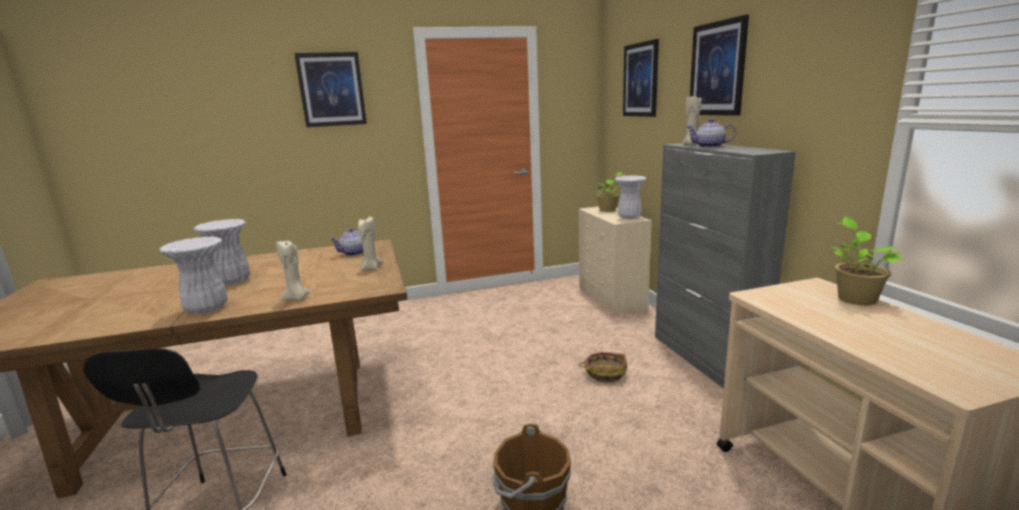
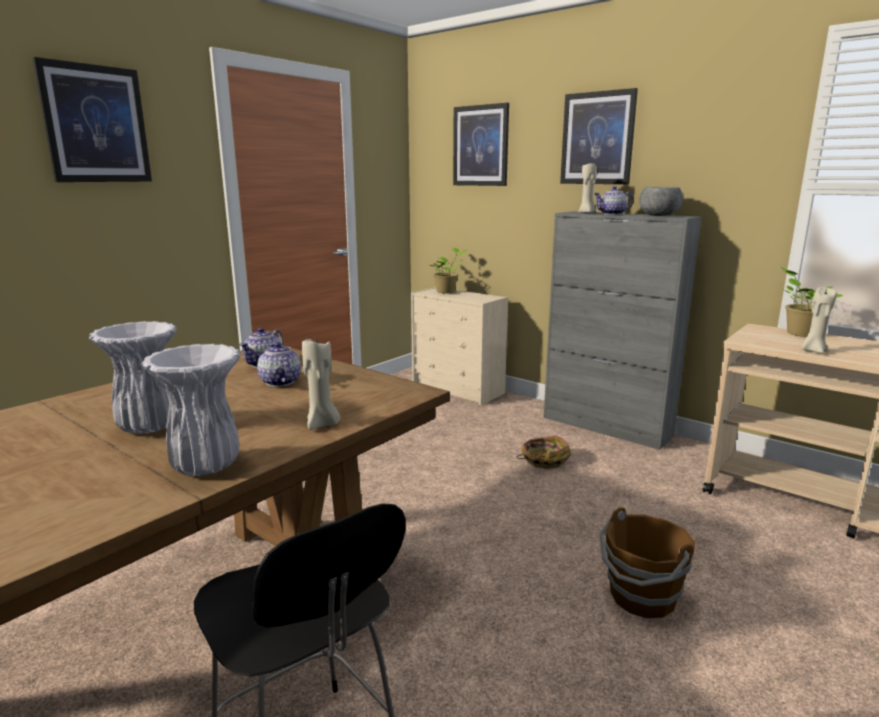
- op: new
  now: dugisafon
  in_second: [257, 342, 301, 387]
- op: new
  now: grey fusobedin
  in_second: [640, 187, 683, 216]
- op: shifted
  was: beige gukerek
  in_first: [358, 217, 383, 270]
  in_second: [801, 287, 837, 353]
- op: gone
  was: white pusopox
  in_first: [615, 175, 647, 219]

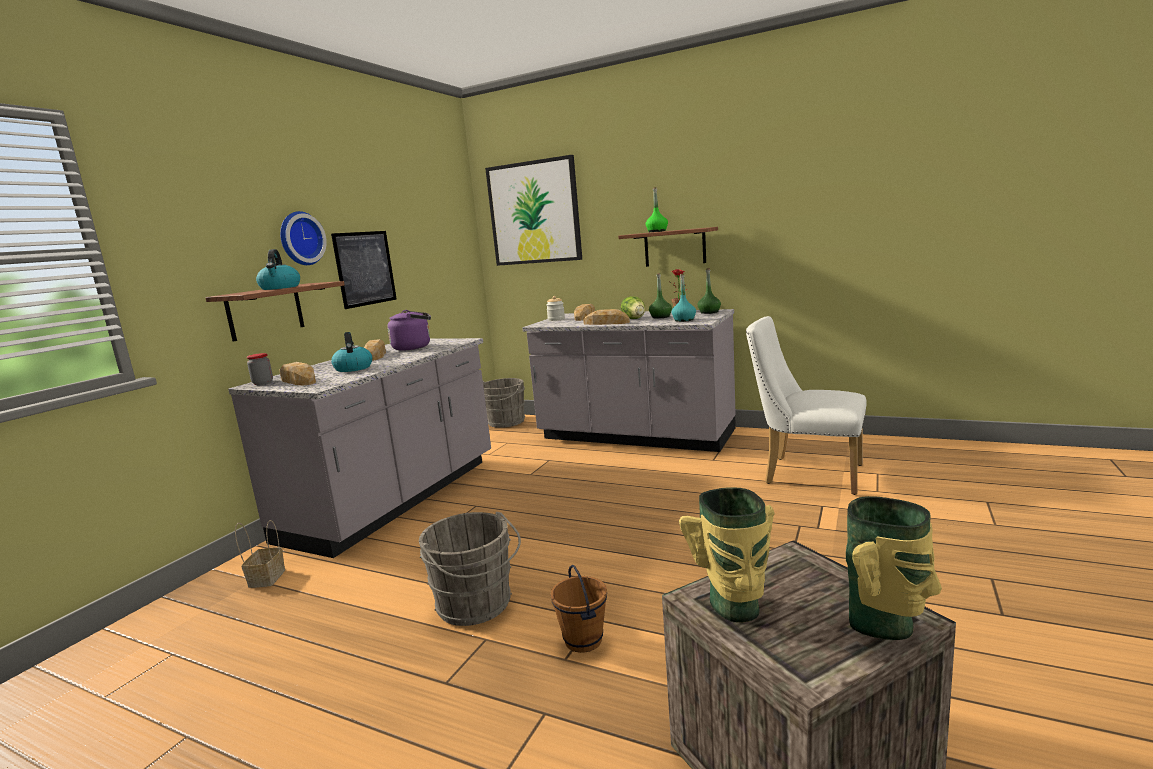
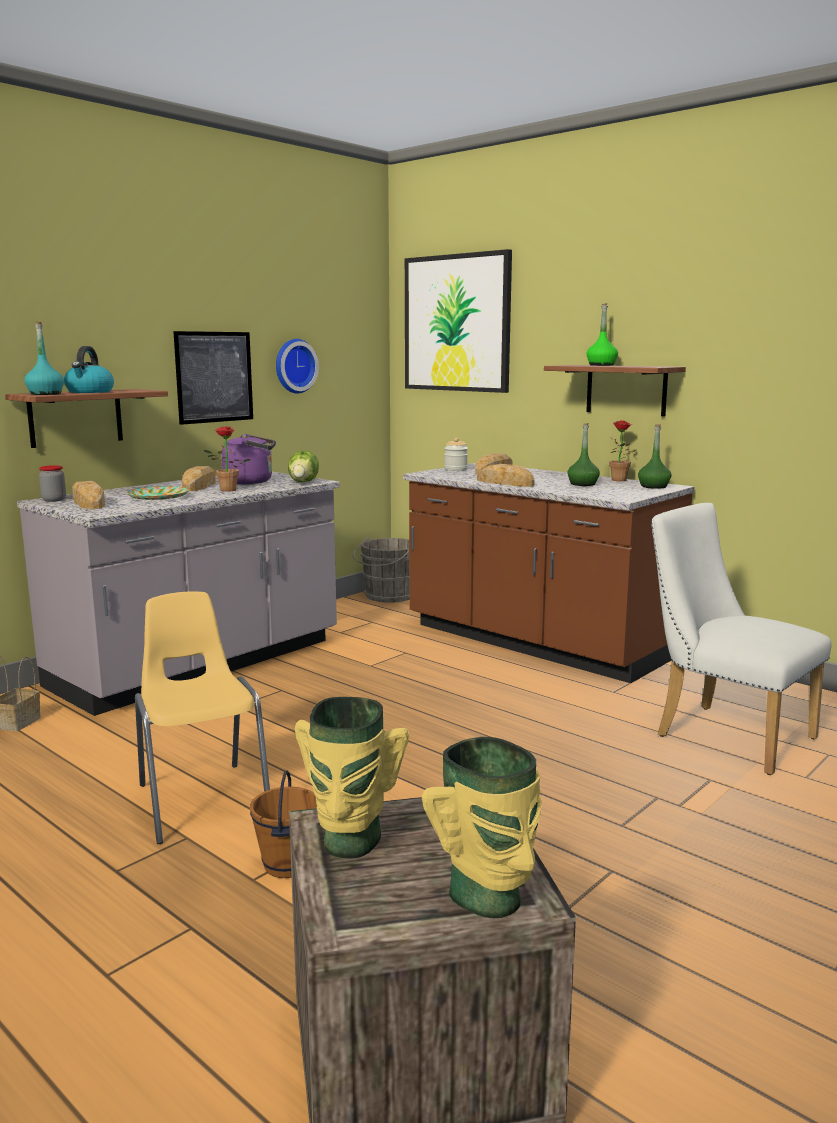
- op: shifted
  was: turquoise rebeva
  in_first: [672, 274, 696, 322]
  in_second: [24, 321, 64, 395]
- op: swapped
  was: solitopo
  now: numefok
  in_first: [331, 332, 372, 372]
  in_second: [127, 486, 189, 500]
- op: swapped
  was: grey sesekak
  now: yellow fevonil
  in_first: [419, 511, 521, 626]
  in_second: [135, 591, 270, 844]
- op: new
  now: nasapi
  in_second: [204, 426, 251, 492]
- op: shifted
  was: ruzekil
  in_first: [280, 211, 327, 265]
  in_second: [276, 339, 319, 394]
- op: shifted
  was: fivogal
  in_first: [621, 296, 645, 319]
  in_second: [288, 451, 319, 482]
- op: repainted
  was: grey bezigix
  now: brown bezigix
  in_first: [522, 309, 736, 452]
  in_second: [403, 463, 695, 683]

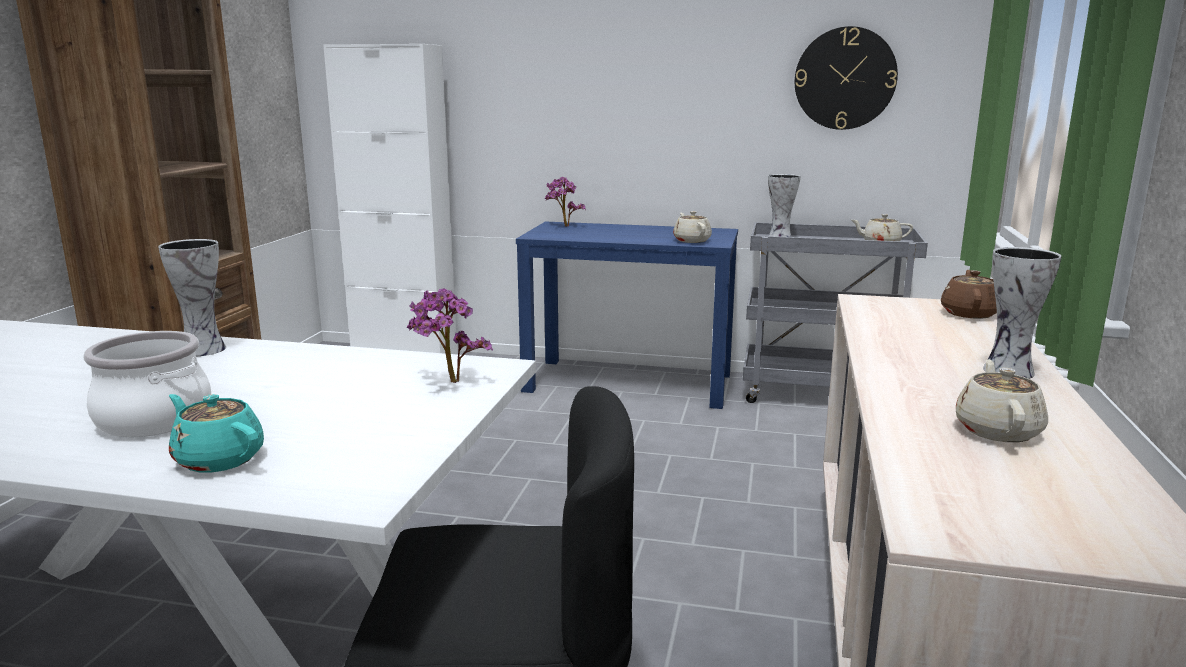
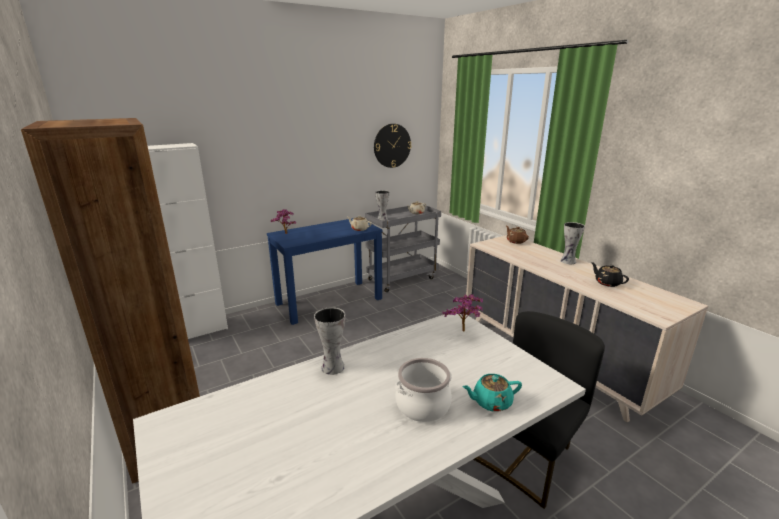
- op: repainted
  was: beige dugisafon
  now: black dugisafon
  in_first: [956, 359, 1048, 442]
  in_second: [591, 262, 629, 287]

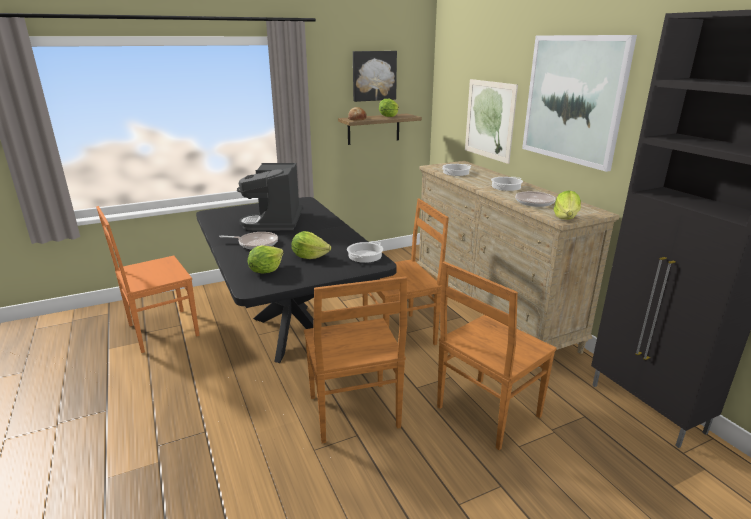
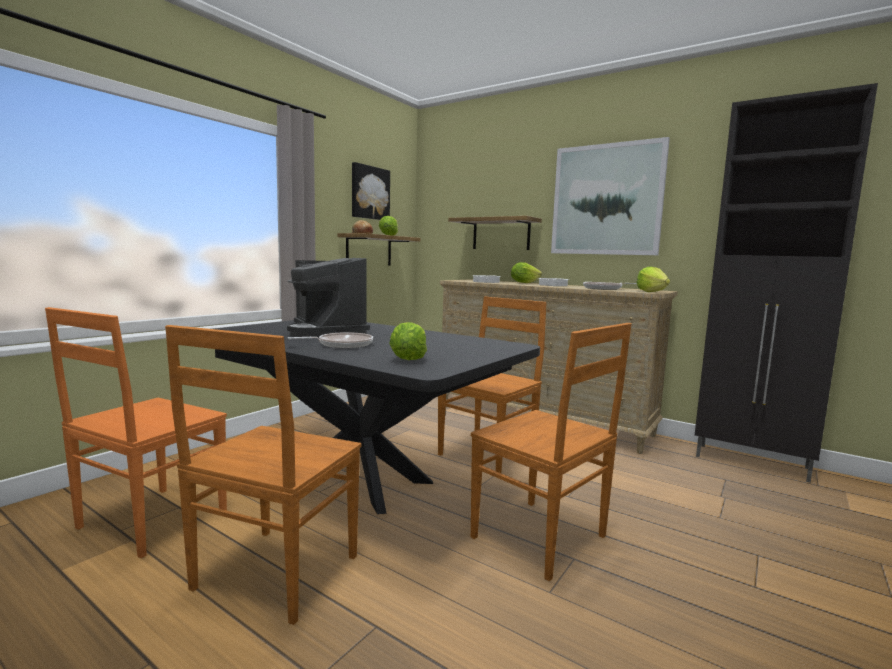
- op: shifted
  was: brown fevonil
  in_first: [437, 261, 557, 450]
  in_second: [165, 325, 361, 625]
- op: swapped
  was: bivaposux
  now: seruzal
  in_first: [465, 79, 518, 164]
  in_second: [448, 216, 542, 250]
- op: shifted
  was: fivogal
  in_first: [292, 231, 331, 259]
  in_second: [511, 262, 542, 283]
- op: gone
  was: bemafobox
  in_first: [347, 241, 383, 263]

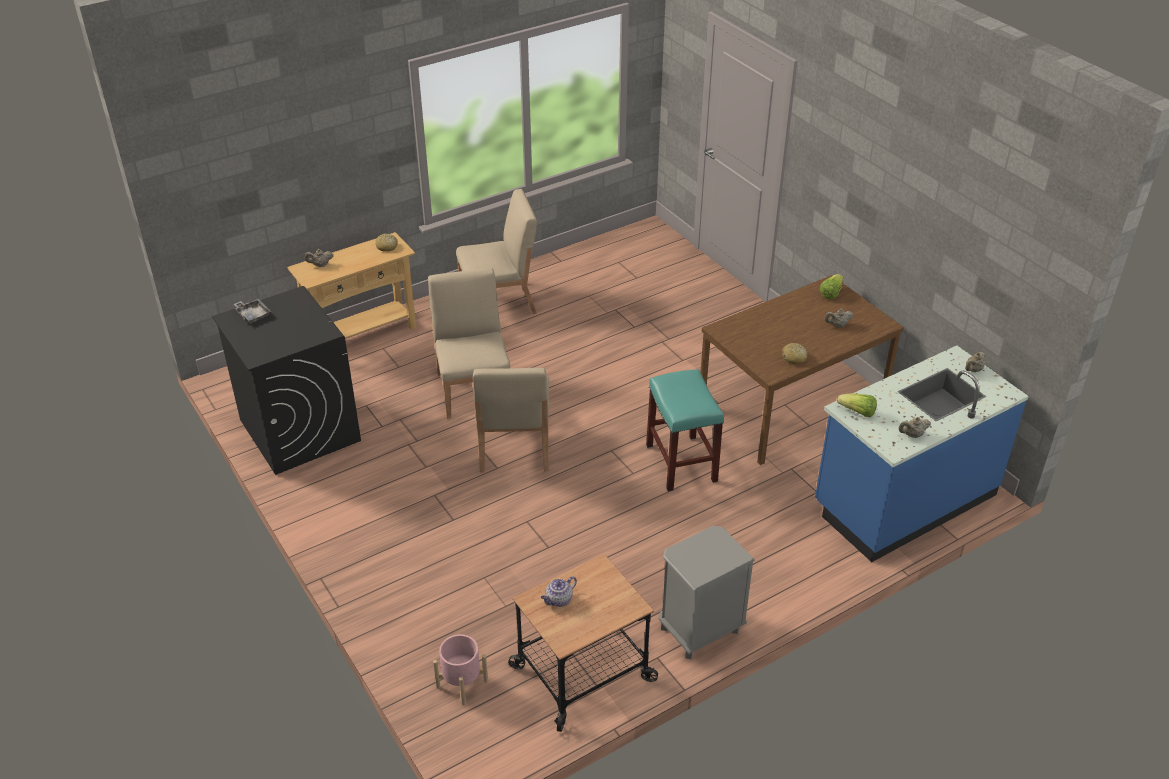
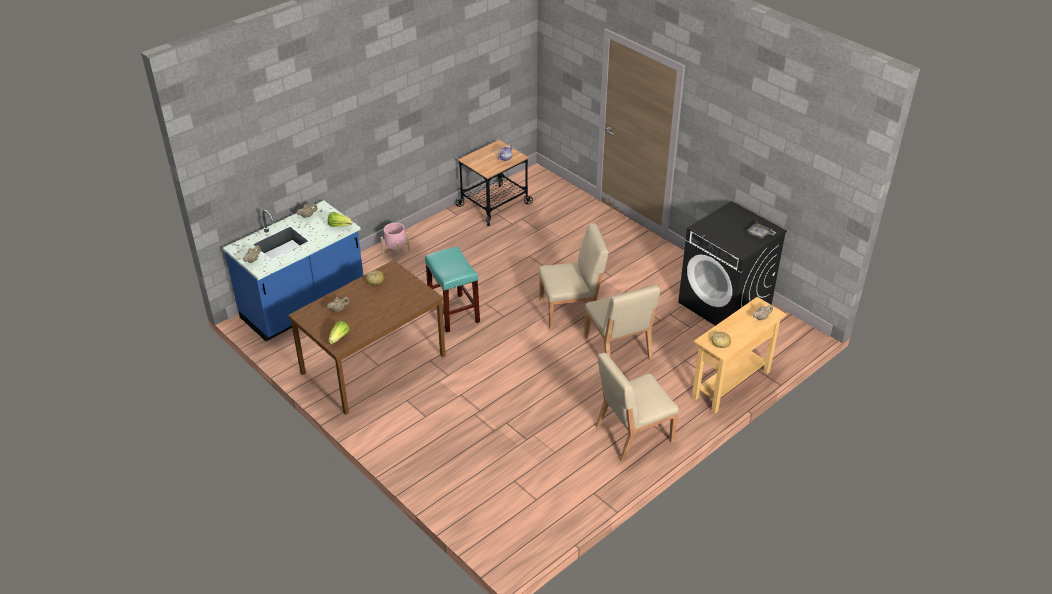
- op: shifted
  was: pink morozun
  in_first: [433, 634, 488, 706]
  in_second: [381, 223, 410, 261]
- op: rotated
  was: beige fevonil
  in_first: [473, 368, 549, 473]
  in_second: [539, 223, 608, 330]
  clockwise: 90
- op: gone
  was: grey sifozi
  in_first: [659, 526, 755, 659]

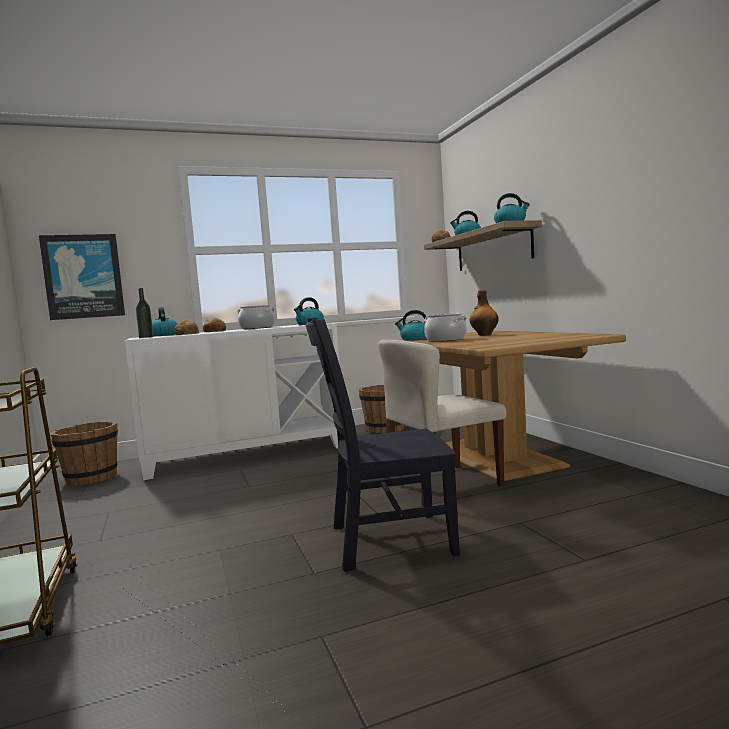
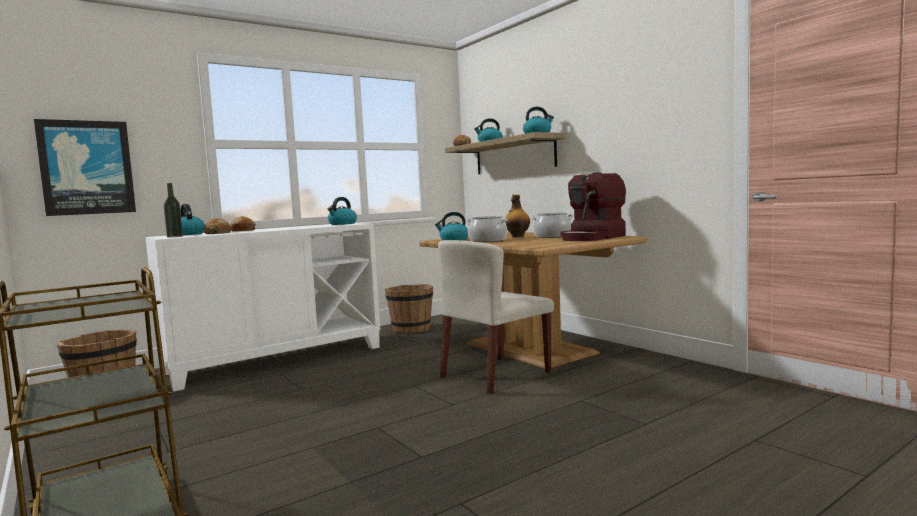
- op: shifted
  was: bemafobox
  in_first: [237, 305, 275, 329]
  in_second: [531, 212, 574, 238]
- op: new
  now: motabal
  in_second: [561, 172, 626, 241]
- op: gone
  was: black fevonil
  in_first: [306, 318, 460, 572]

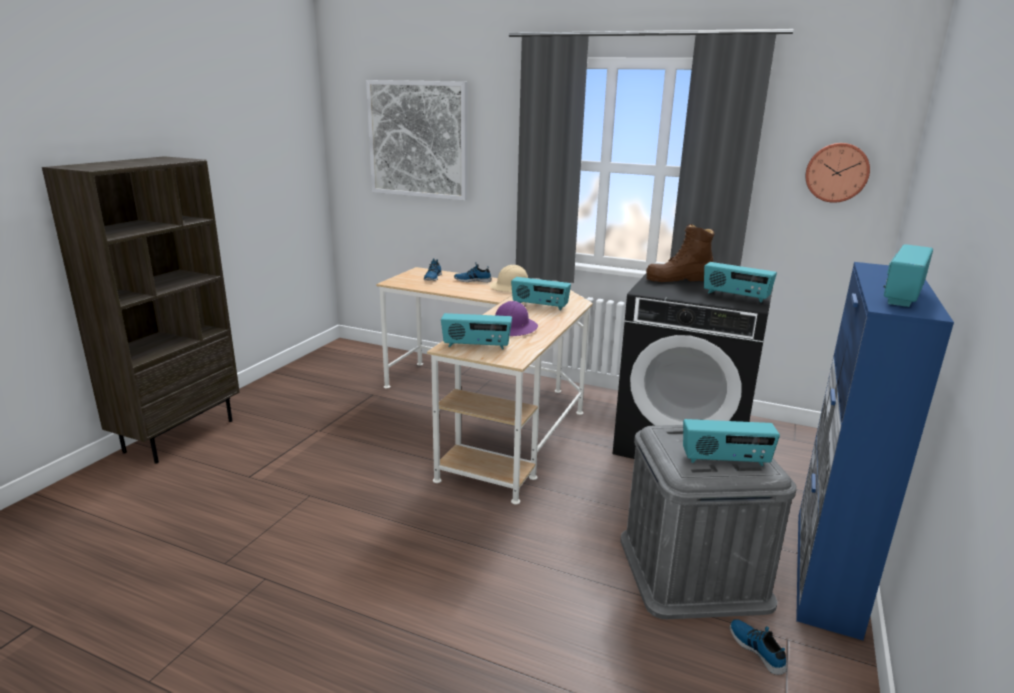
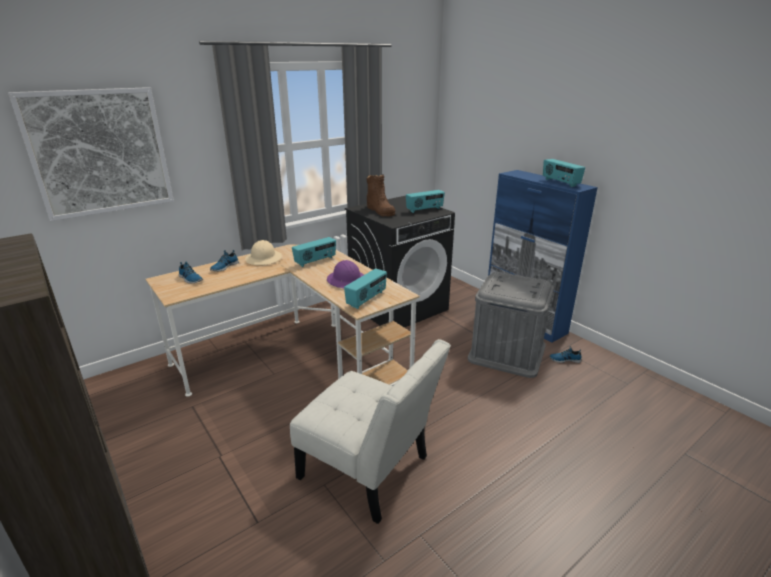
- op: new
  now: white fevonil
  in_second: [290, 339, 451, 524]
- op: rotated
  was: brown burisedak
  in_first: [646, 224, 714, 282]
  in_second: [367, 174, 395, 217]
  clockwise: -45
- op: gone
  was: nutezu
  in_first: [683, 419, 780, 466]
- op: gone
  was: ruzekil
  in_first: [806, 143, 870, 203]

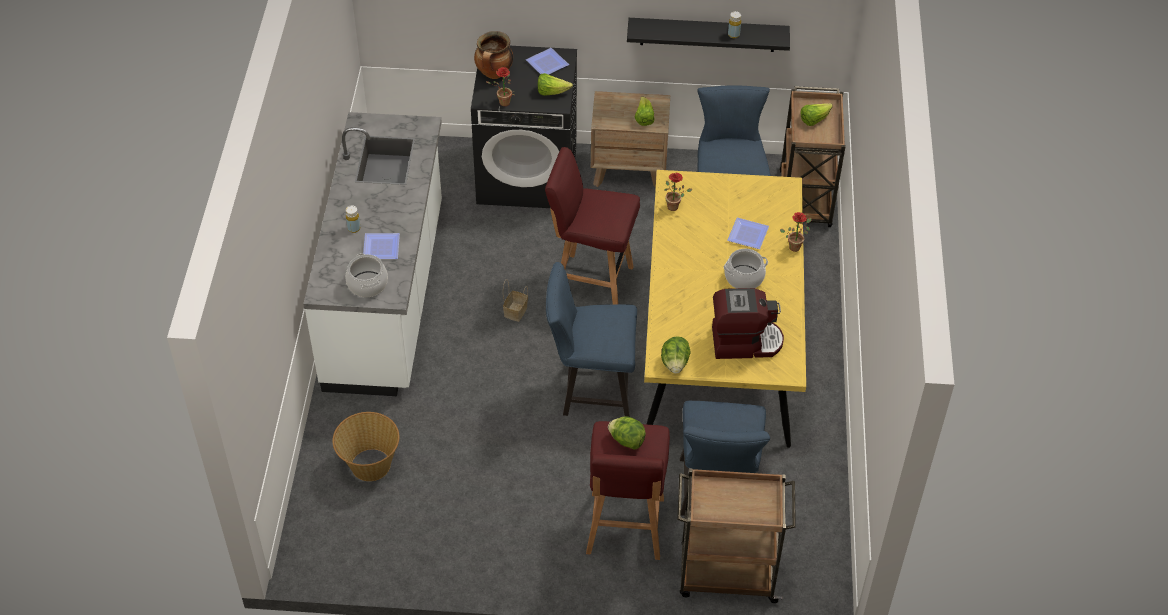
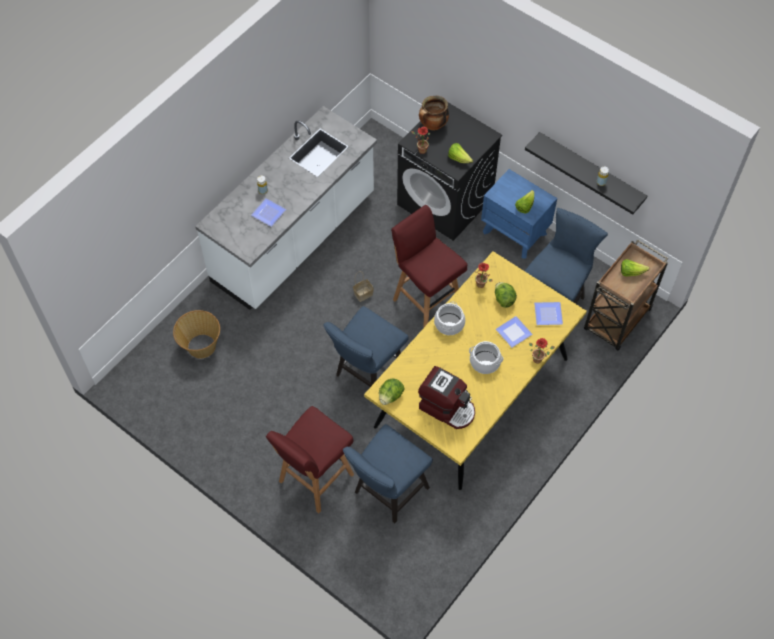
- op: rotated
  was: blue fevonil
  in_first: [546, 262, 637, 417]
  in_second: [323, 306, 409, 387]
  clockwise: -90
- op: shifted
  was: bemafobox
  in_first: [345, 253, 388, 297]
  in_second: [434, 302, 465, 335]
- op: repainted
  was: brown sifozi
  now: blue sifozi
  in_first: [591, 91, 670, 188]
  in_second: [481, 169, 557, 259]
- op: shifted
  was: fivogal
  in_first: [608, 416, 646, 450]
  in_second: [495, 282, 517, 308]
- op: shifted
  was: numefok
  in_first: [526, 48, 569, 75]
  in_second: [534, 302, 563, 325]
- op: gone
  was: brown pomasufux
  in_first: [677, 468, 796, 603]

